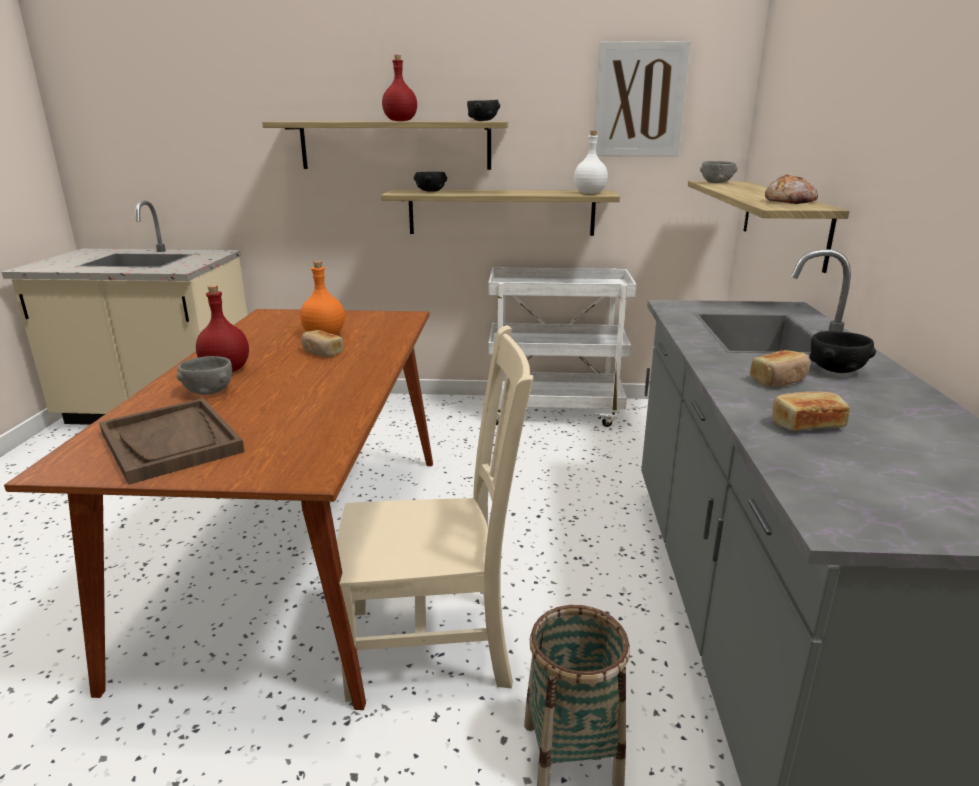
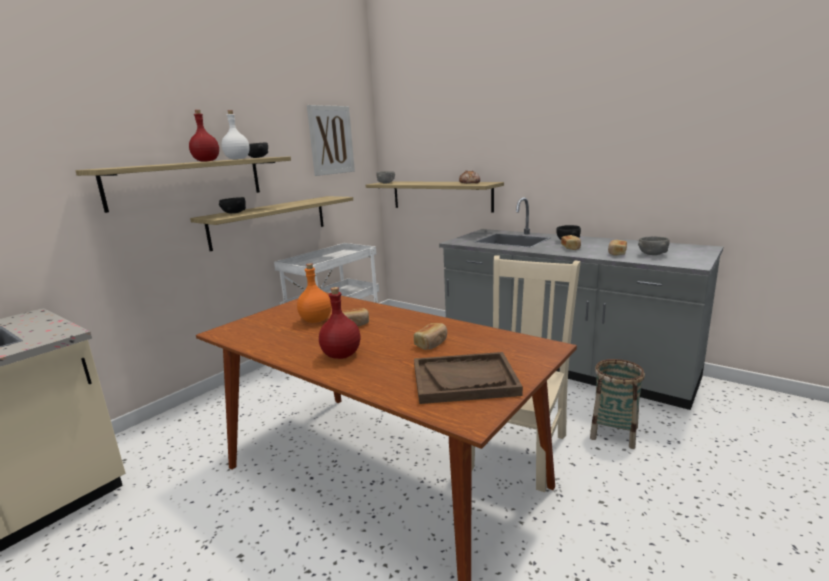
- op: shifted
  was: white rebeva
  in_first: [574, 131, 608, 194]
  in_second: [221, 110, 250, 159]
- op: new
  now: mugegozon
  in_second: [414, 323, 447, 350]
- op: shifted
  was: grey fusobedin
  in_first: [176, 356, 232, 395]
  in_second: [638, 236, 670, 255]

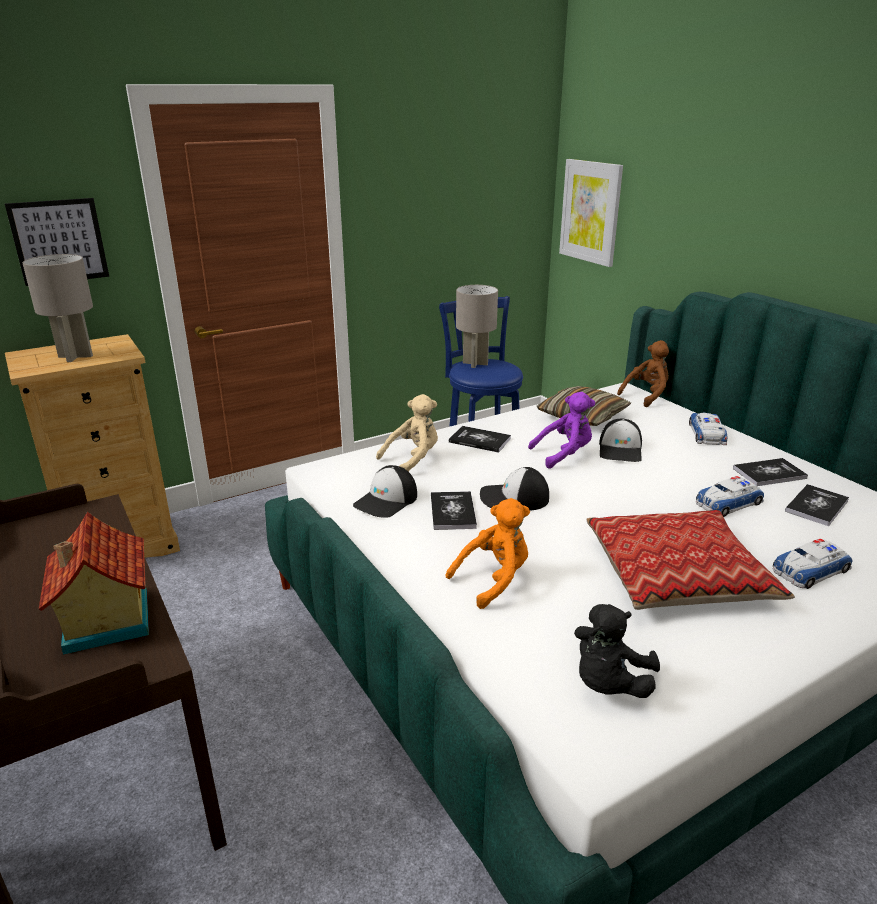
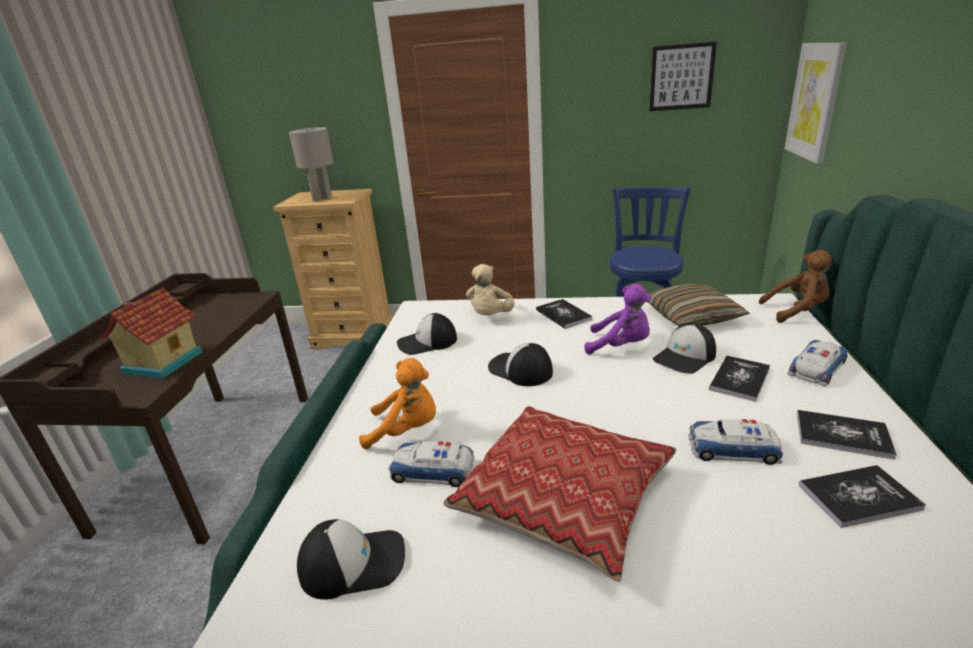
- op: swapped
  was: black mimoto
  now: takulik
  in_first: [574, 604, 660, 698]
  in_second: [297, 519, 405, 600]
- op: shifted
  was: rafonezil
  in_first: [773, 539, 852, 589]
  in_second: [388, 441, 475, 487]
- op: rotated
  was: beige mimoto
  in_first: [376, 394, 438, 472]
  in_second: [466, 264, 515, 315]
  clockwise: 105
- op: shifted
  was: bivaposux
  in_first: [5, 198, 109, 286]
  in_second: [649, 42, 717, 111]
- op: shifted
  was: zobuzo
  in_first: [431, 491, 477, 530]
  in_second: [709, 356, 770, 402]
- op: gone
  was: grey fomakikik
  in_first: [456, 285, 498, 368]

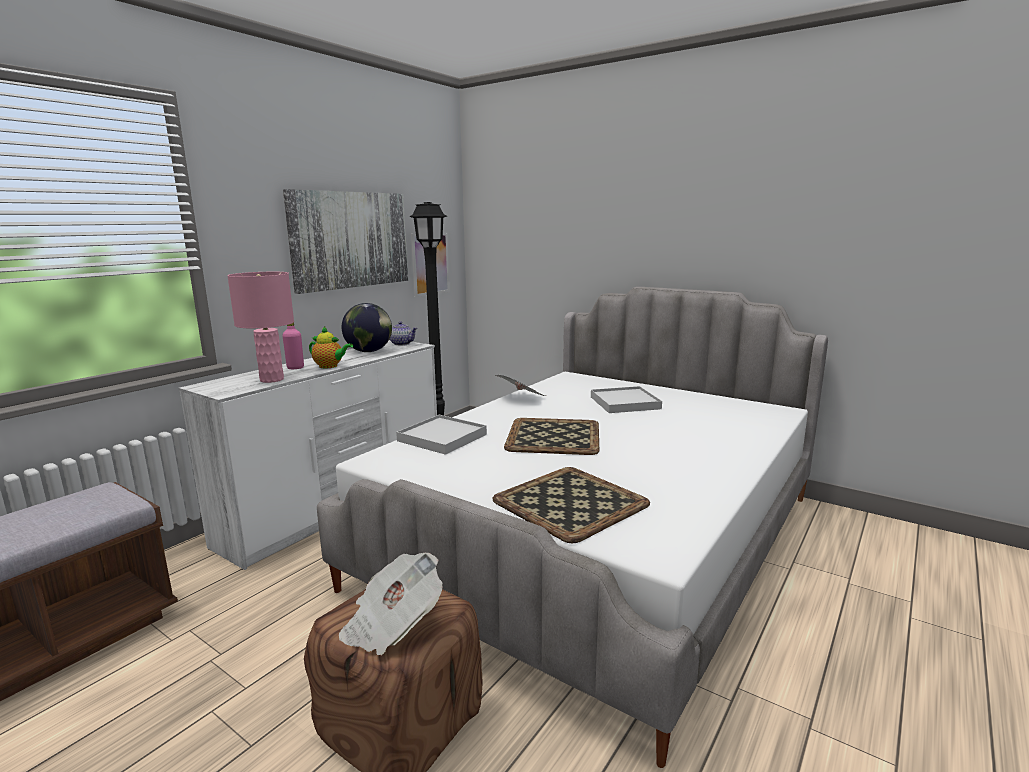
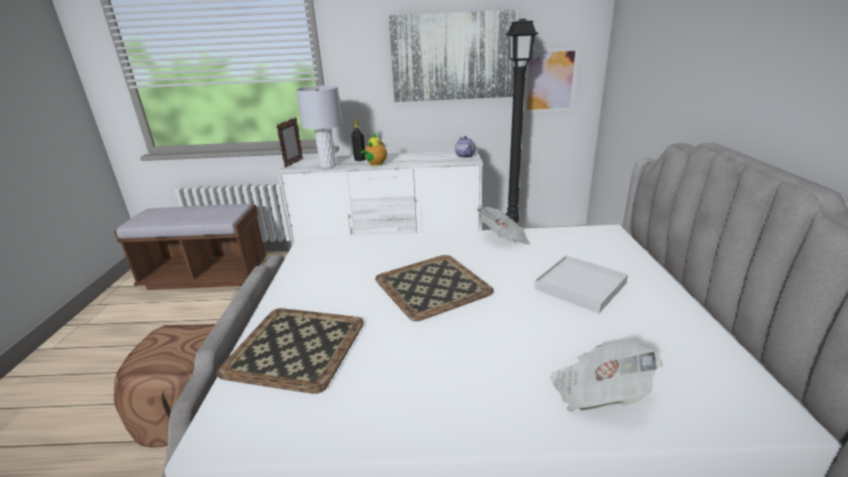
- op: new
  now: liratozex
  in_second: [276, 117, 303, 168]
- op: repainted
  was: pink fomakikik
  now: grey fomakikik
  in_first: [227, 272, 294, 383]
  in_second: [296, 85, 342, 168]
- op: repainted
  was: pink rebeva
  now: black rebeva
  in_first: [283, 323, 304, 369]
  in_second: [351, 119, 366, 161]
- op: rotated
  was: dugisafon
  in_first: [309, 327, 353, 368]
  in_second: [361, 132, 387, 166]
  clockwise: 45
- op: shifted
  was: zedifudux
  in_first: [339, 553, 443, 655]
  in_second: [550, 340, 663, 412]
- op: gone
  was: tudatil
  in_first: [342, 303, 392, 352]
- op: gone
  was: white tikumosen
  in_first: [396, 415, 487, 455]

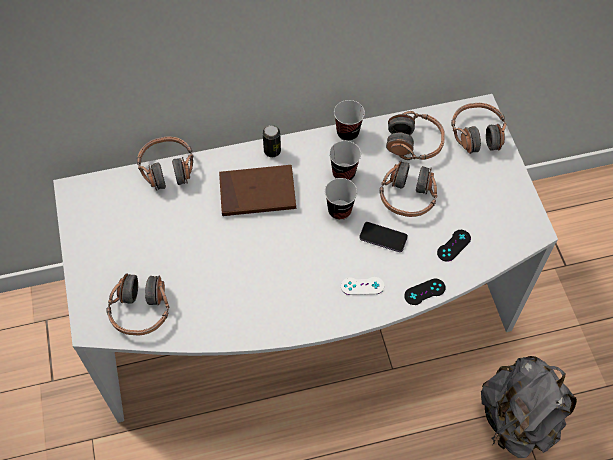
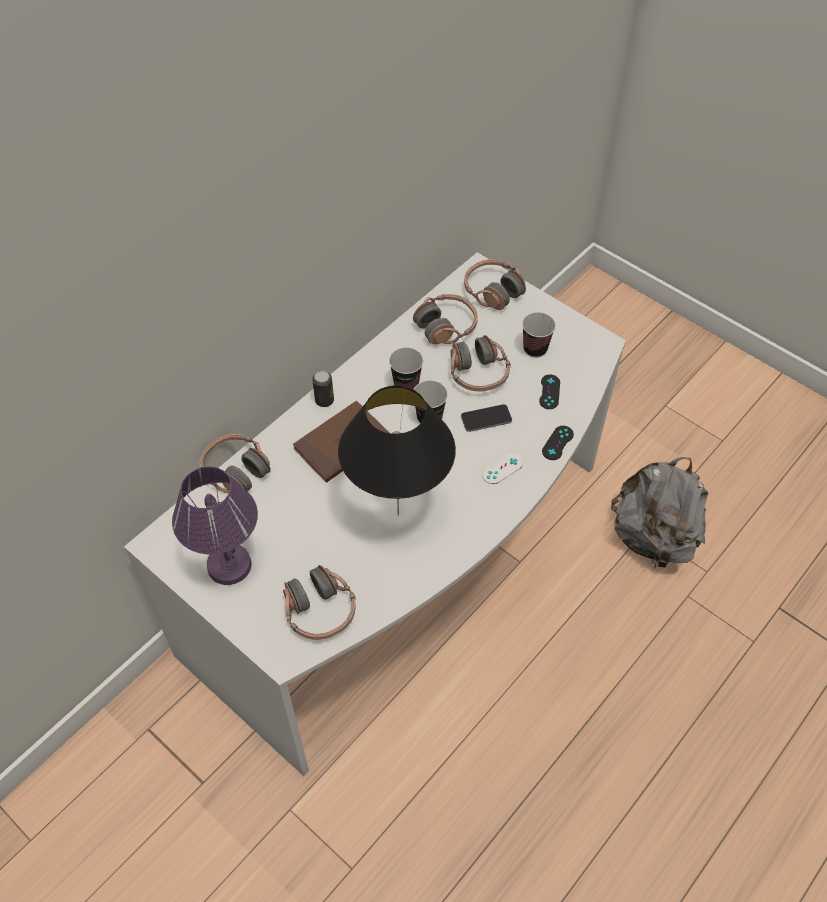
- op: new
  now: purple fomakikik
  in_second: [172, 466, 258, 585]
- op: new
  now: black fomakikik
  in_second: [338, 385, 456, 515]
- op: shifted
  was: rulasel
  in_first: [334, 100, 365, 141]
  in_second: [522, 312, 556, 358]

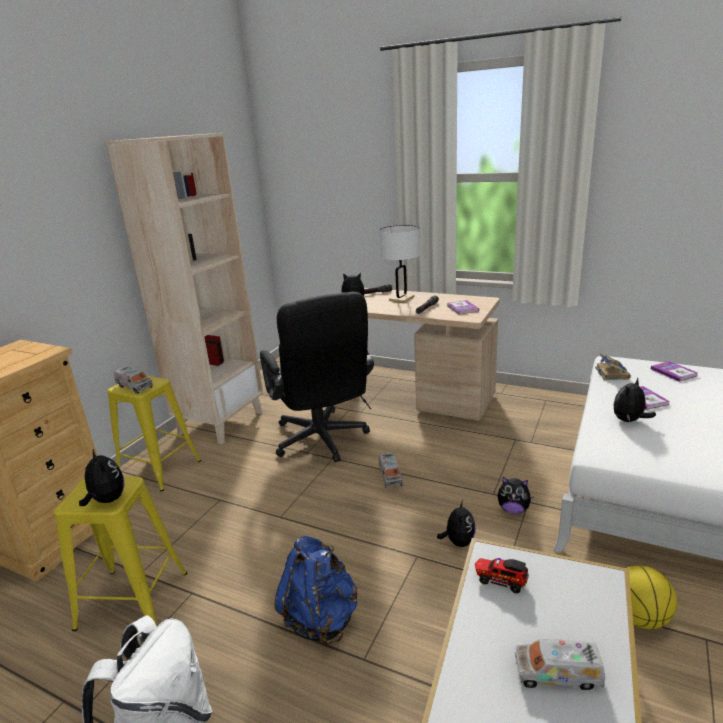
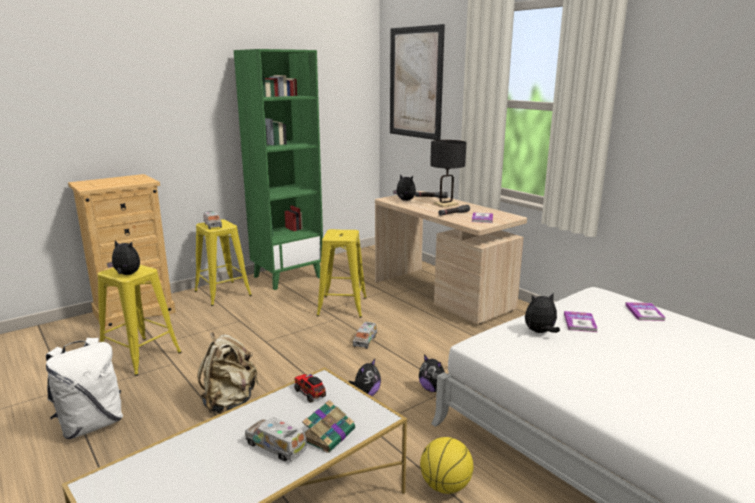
- op: rotated
  was: mimoto
  in_first: [79, 448, 125, 506]
  in_second: [107, 240, 140, 275]
  clockwise: -60
- op: repainted
  was: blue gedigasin
  now: beige gedigasin
  in_first: [274, 536, 357, 646]
  in_second: [197, 332, 259, 414]
- op: repainted
  was: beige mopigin
  now: green mopigin
  in_first: [106, 133, 263, 445]
  in_second: [234, 49, 323, 290]
- op: shifted
  was: zobuzo
  in_first: [595, 353, 631, 380]
  in_second: [302, 400, 355, 453]
- op: swapped
  was: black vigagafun
  now: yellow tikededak
  in_first: [260, 292, 374, 462]
  in_second: [316, 229, 367, 318]
- op: new
  now: bivaposux
  in_second: [390, 24, 445, 140]
- op: repainted
  was: white fomakikik
  now: black fomakikik
  in_first: [379, 225, 420, 303]
  in_second: [430, 140, 466, 207]

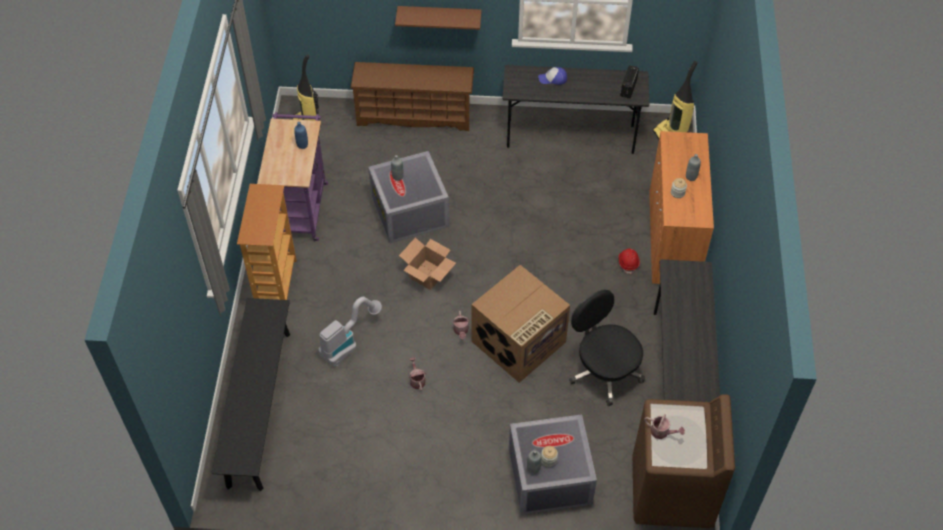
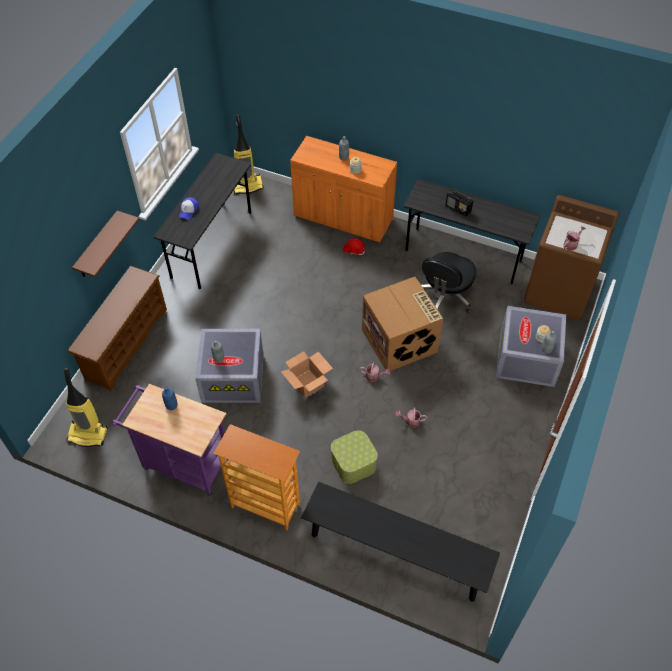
- op: swapped
  was: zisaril
  now: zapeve
  in_first: [318, 297, 382, 366]
  in_second: [331, 430, 378, 484]
- op: rotated
  was: black vigagafun
  in_first: [569, 289, 645, 406]
  in_second: [421, 252, 476, 313]
  clockwise: -45
- op: shifted
  was: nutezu
  in_first: [620, 65, 639, 99]
  in_second: [445, 190, 473, 216]

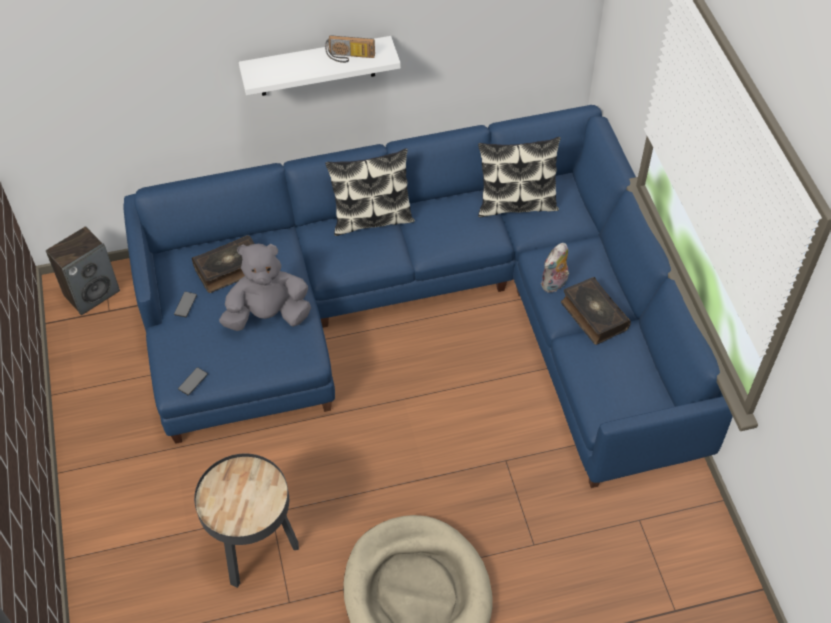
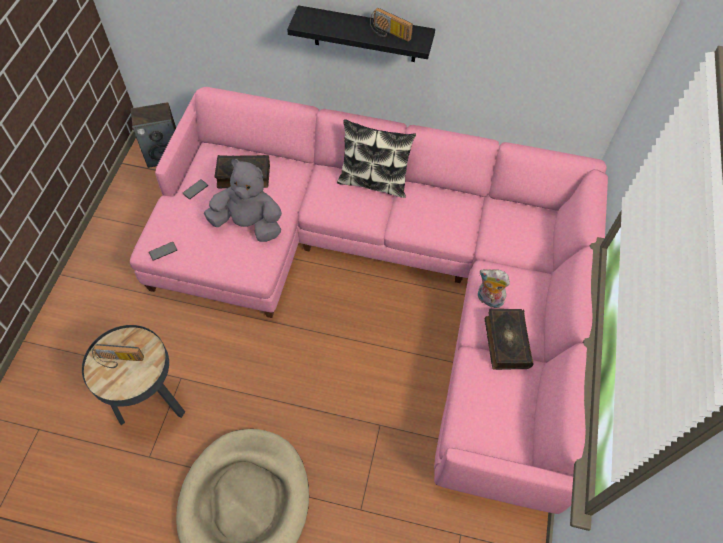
- op: new
  now: nutezu
  in_second: [92, 344, 144, 368]
- op: repainted
  was: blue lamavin
  now: pink lamavin
  in_first: [124, 105, 733, 488]
  in_second: [130, 87, 608, 514]
- op: repainted
  was: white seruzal
  now: black seruzal
  in_first: [239, 36, 401, 96]
  in_second: [287, 5, 435, 62]
- op: rotated
  was: mimoto
  in_first: [541, 243, 569, 293]
  in_second: [478, 269, 510, 308]
  clockwise: 45
- op: gone
  was: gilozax
  in_first: [478, 137, 561, 217]

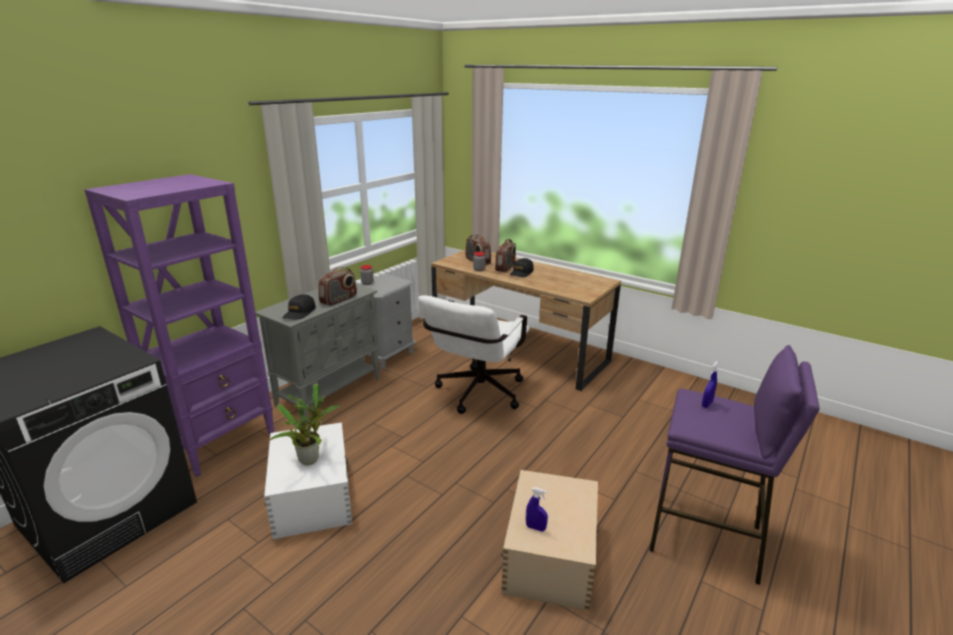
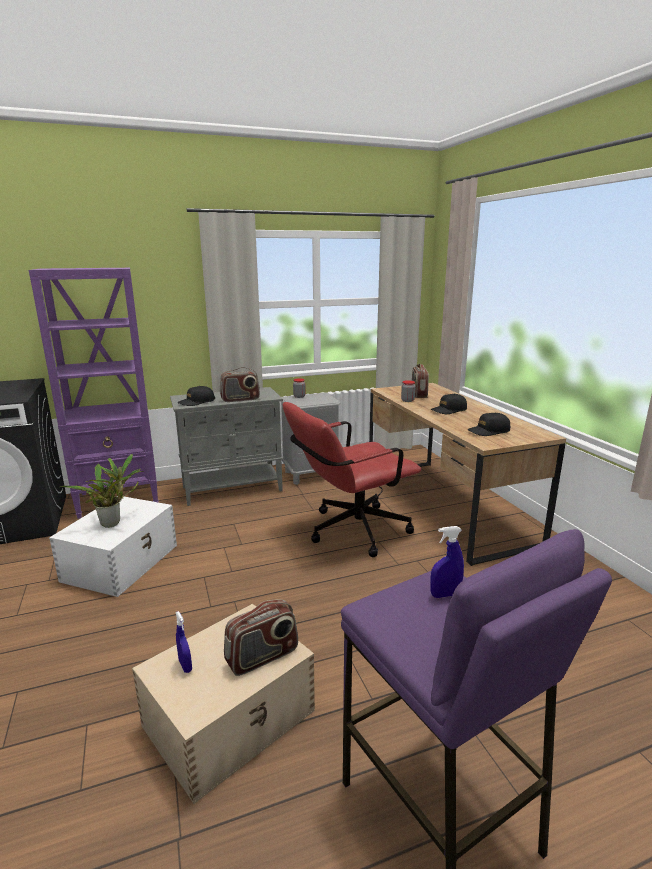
- op: shifted
  was: nutezu
  in_first: [495, 239, 516, 272]
  in_second: [224, 599, 298, 676]
- op: repainted
  was: white vigagafun
  now: red vigagafun
  in_first: [418, 295, 530, 414]
  in_second: [283, 402, 421, 557]
- op: new
  now: black takulik
  in_second: [467, 413, 510, 436]

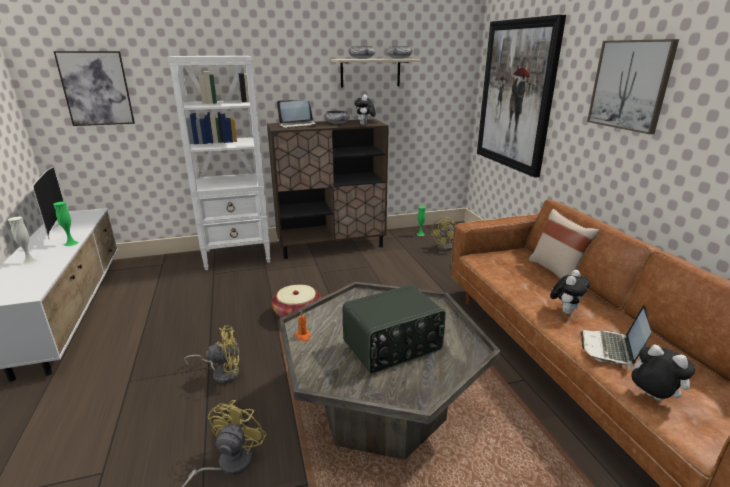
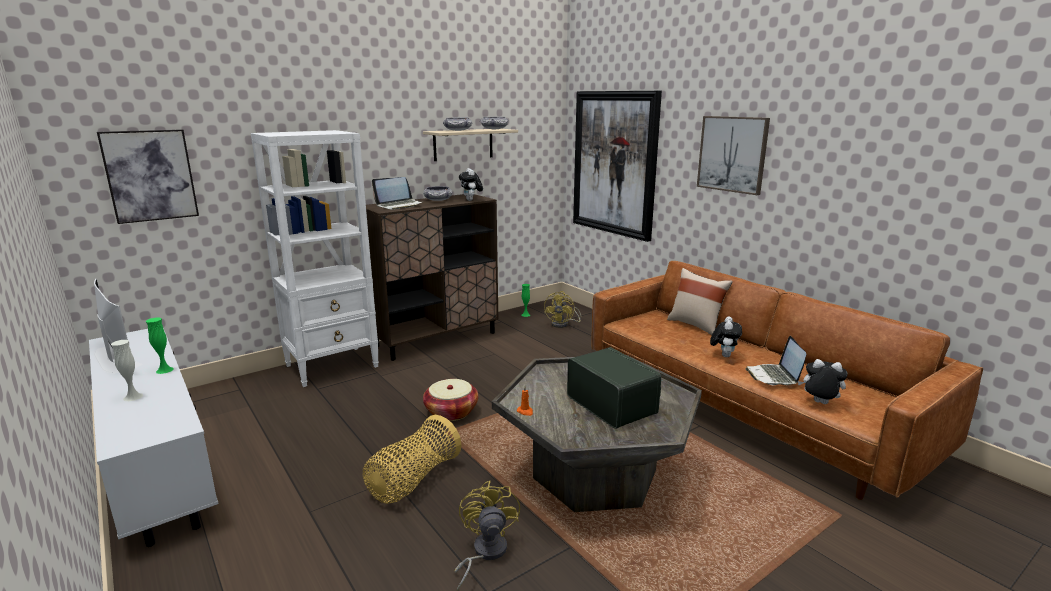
- op: swapped
  was: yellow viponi
  now: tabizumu
  in_first: [184, 326, 240, 384]
  in_second: [363, 415, 461, 504]
- op: rotated
  was: nutezu
  in_first: [343, 285, 446, 374]
  in_second: [567, 347, 661, 429]
  clockwise: -75

